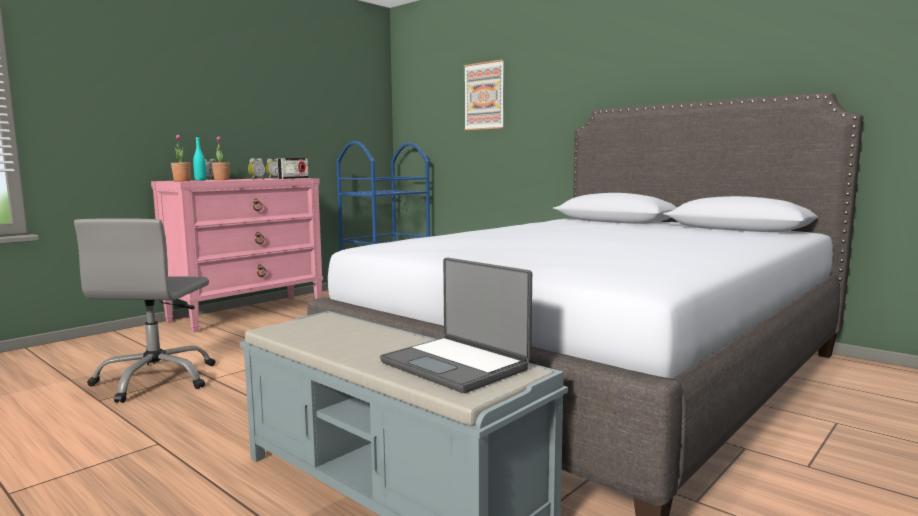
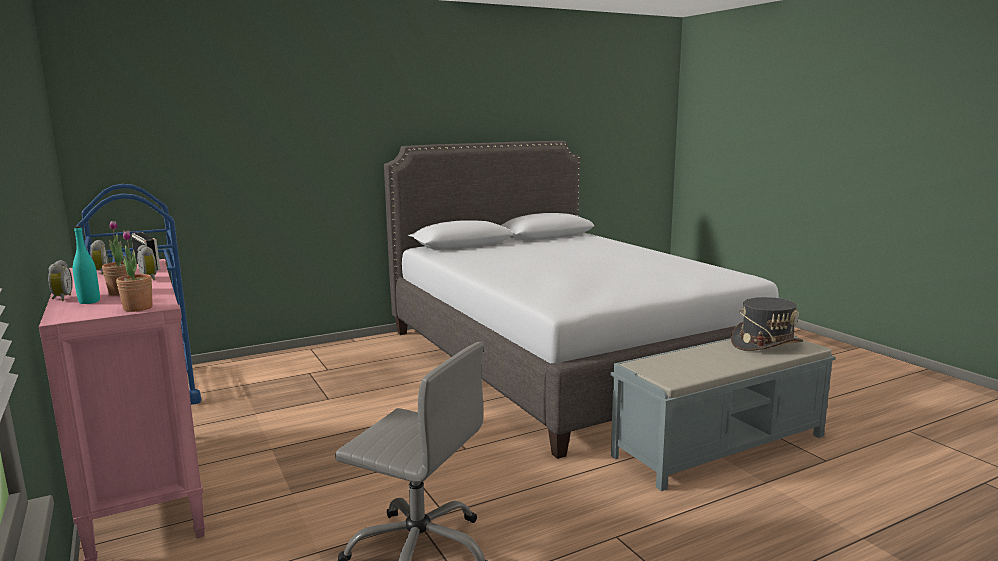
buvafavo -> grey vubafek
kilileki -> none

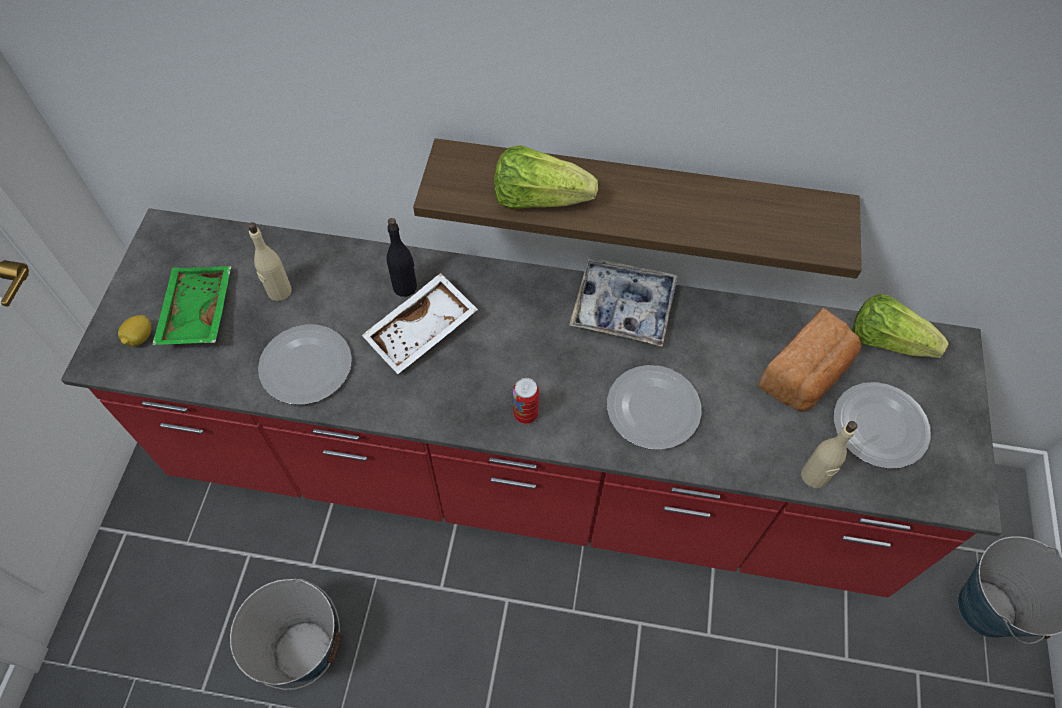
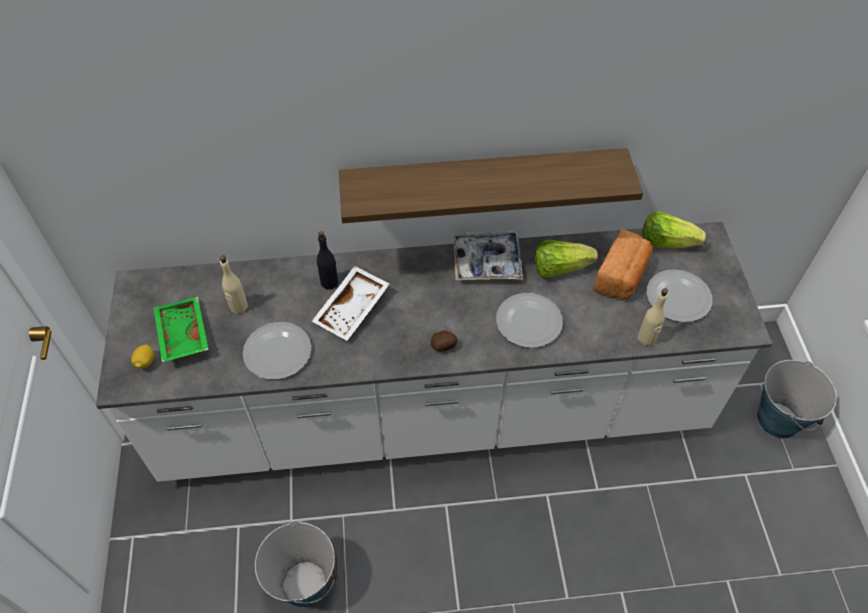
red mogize -> white mogize
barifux (no. 1 from left), shifted
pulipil -> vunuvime

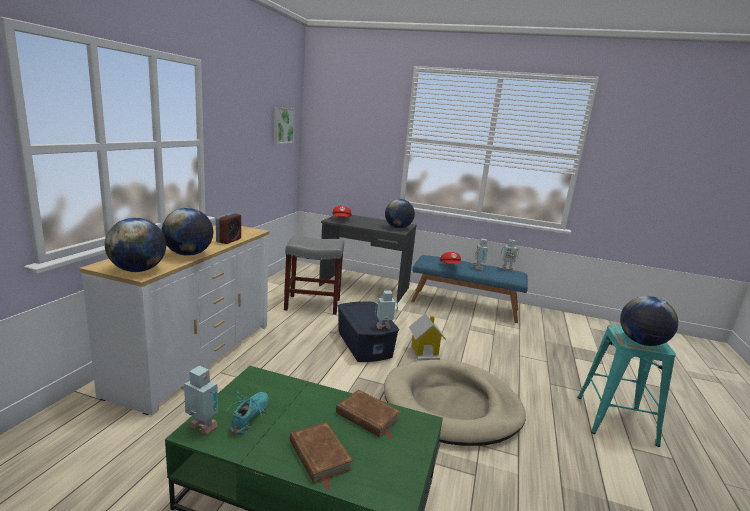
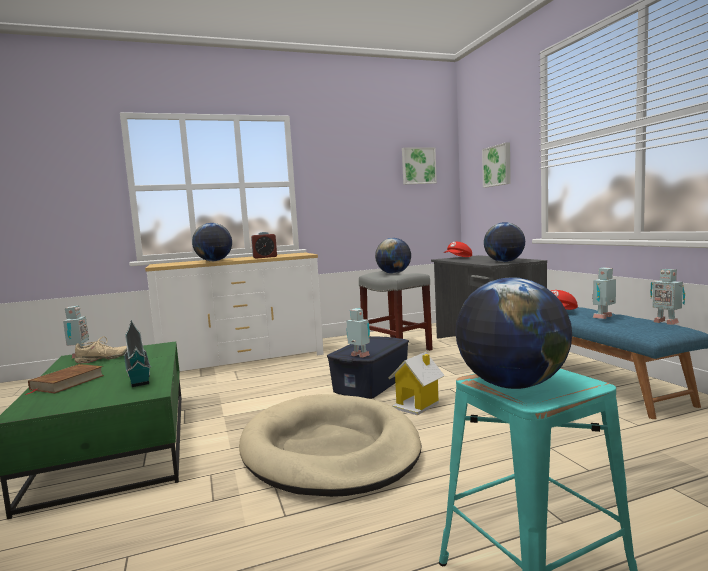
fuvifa (no. 1 from left in the first image) -> fuvifa (no. 2 from left), shifted
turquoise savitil -> beige savitil
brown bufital (no. 2 from left) -> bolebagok (no. 1 from left)
none -> kilileki (no. 2 from left)

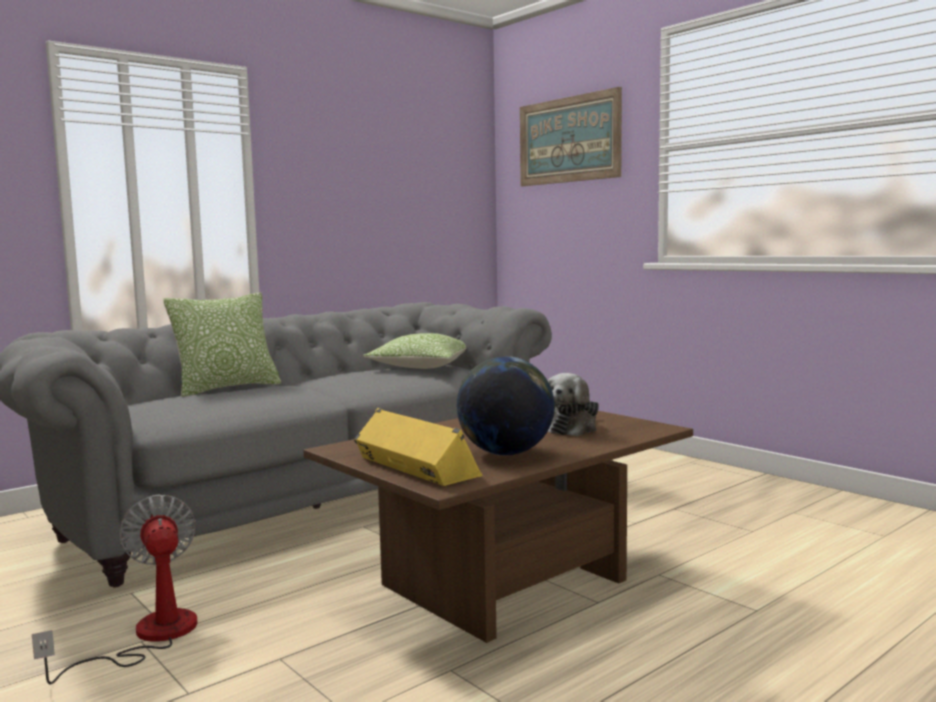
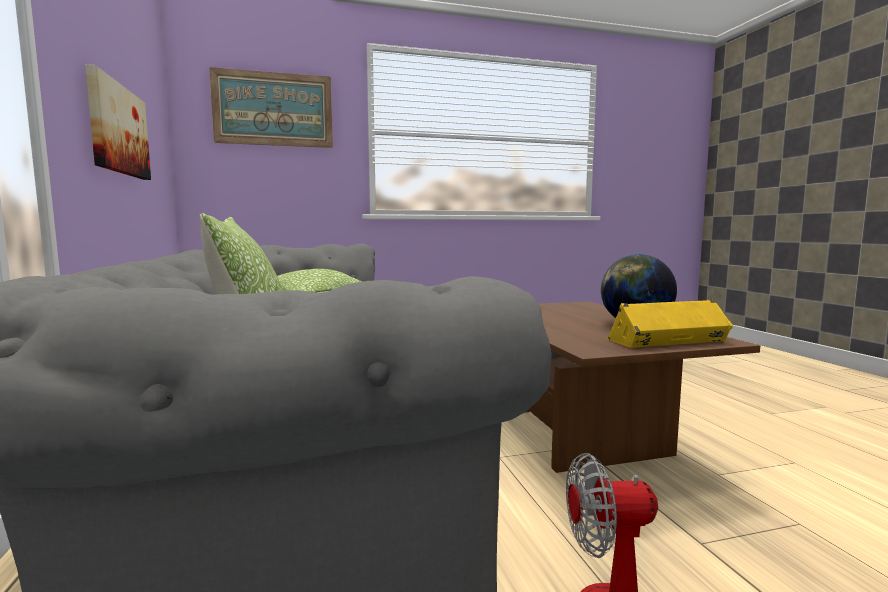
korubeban -> none
none -> kilileki (no. 1 from left)

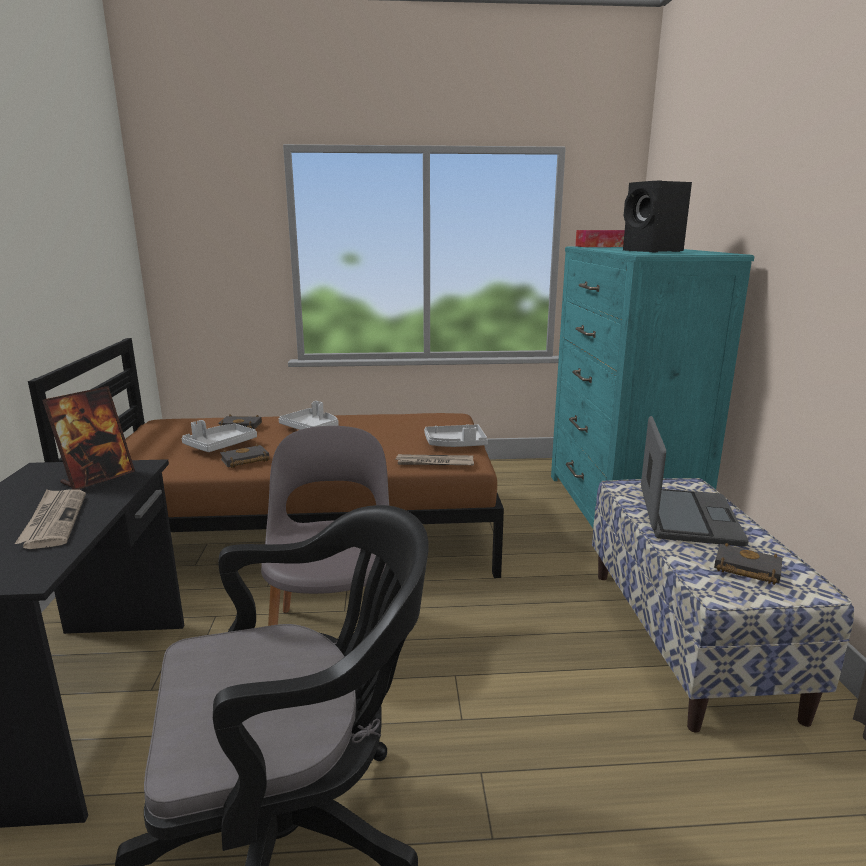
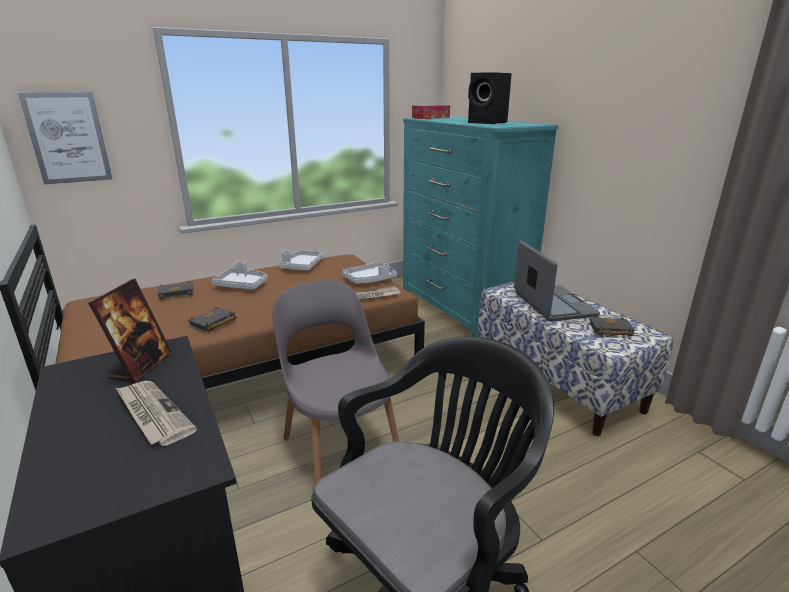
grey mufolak (no. 1 from left in the first image) -> grey mufolak (no. 2 from left), shifted
none -> kilileki

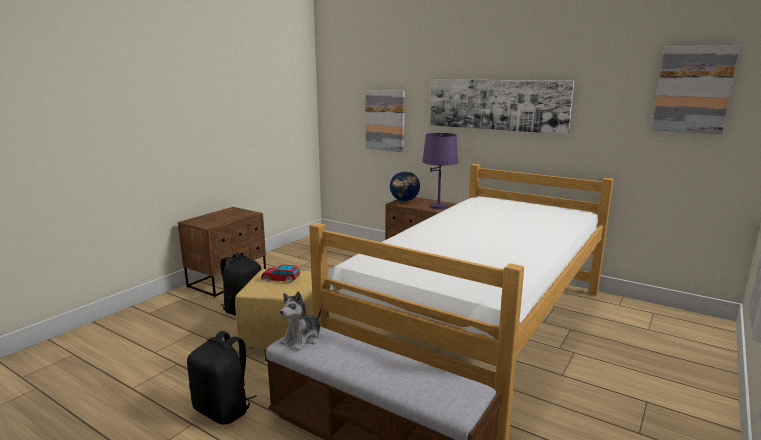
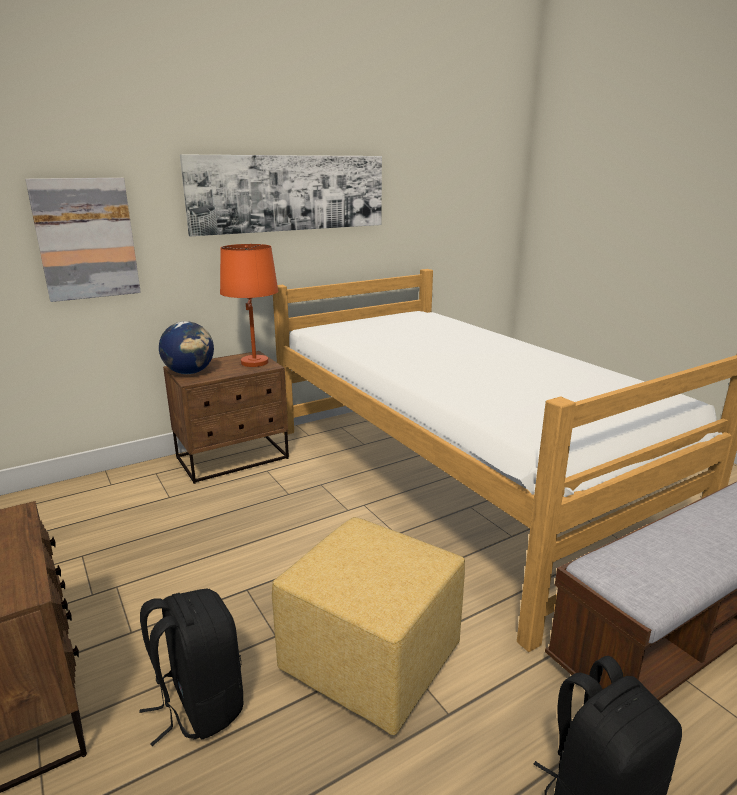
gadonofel -> none
korubeban -> none
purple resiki -> orange resiki
kilileki (no. 3 from left) -> none

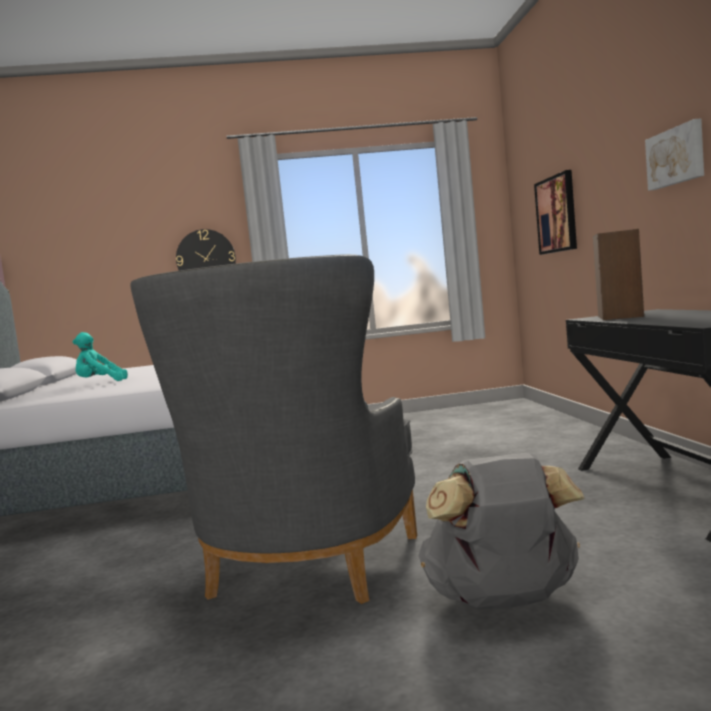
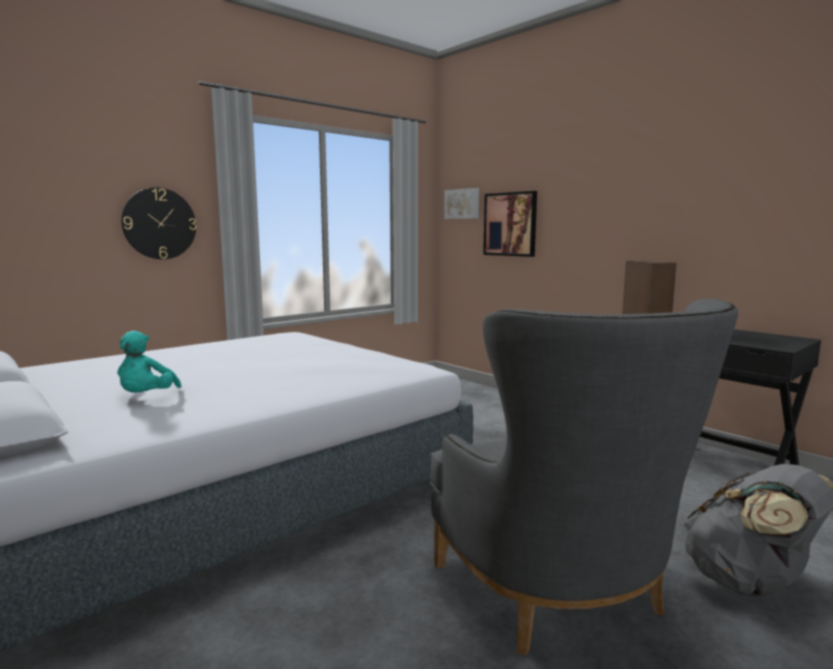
turquoise korubeban, 45 degrees counterclockwise
kilileki (no. 2 from left in the first image) -> kilileki (no. 1 from left), shifted

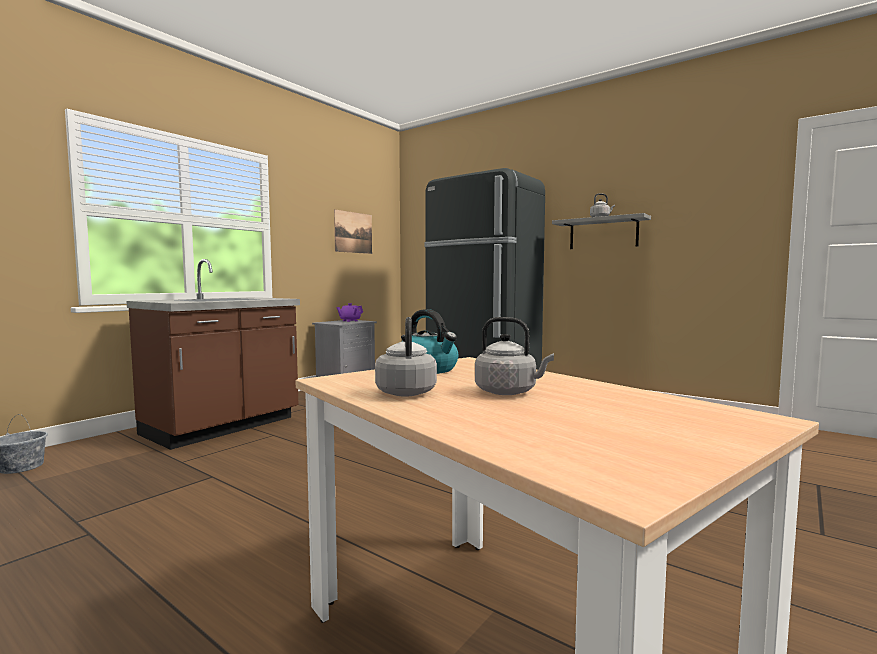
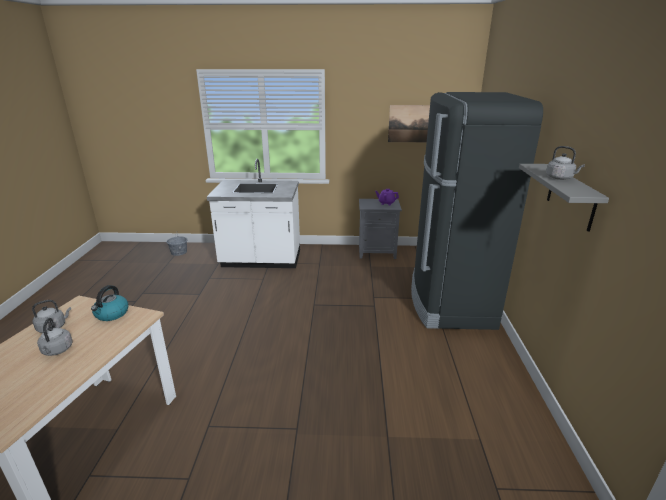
brown mogize -> white mogize

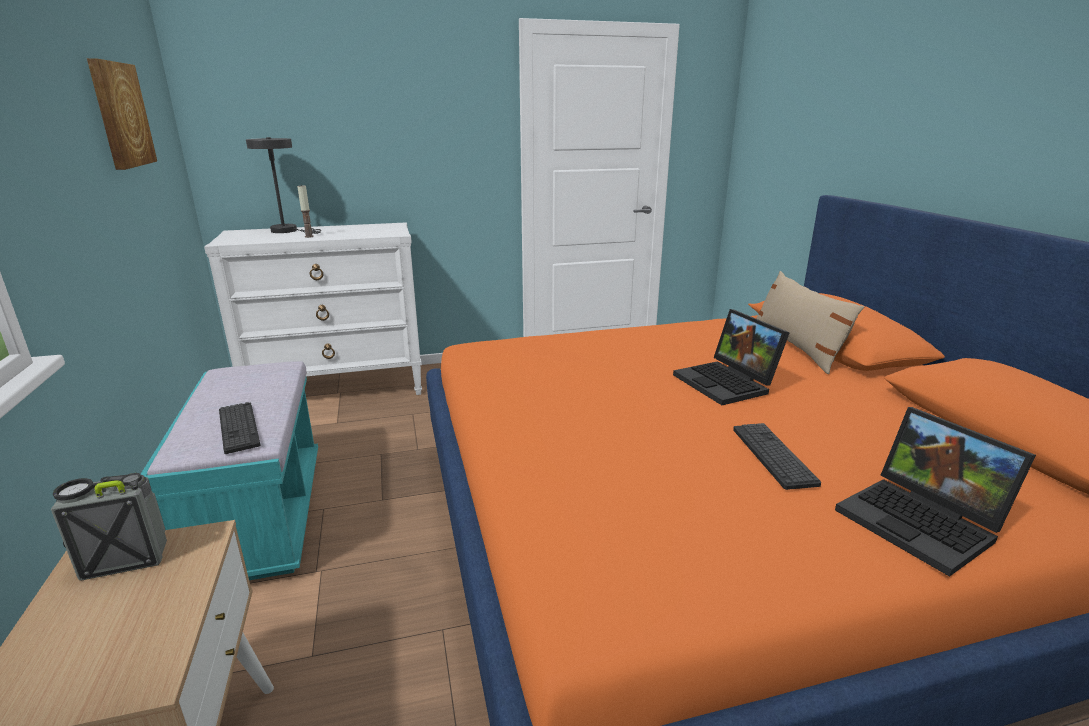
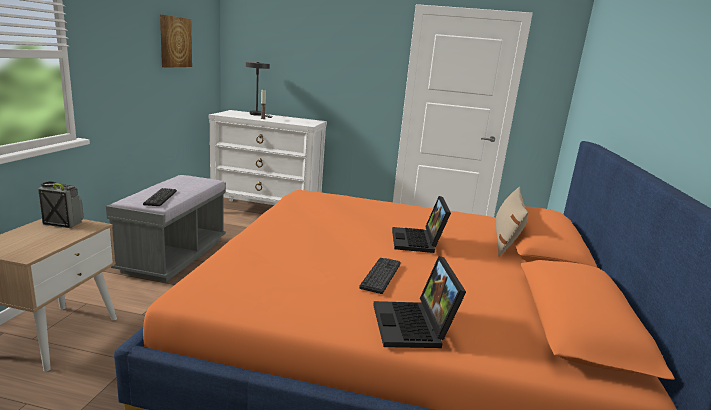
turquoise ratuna -> grey ratuna

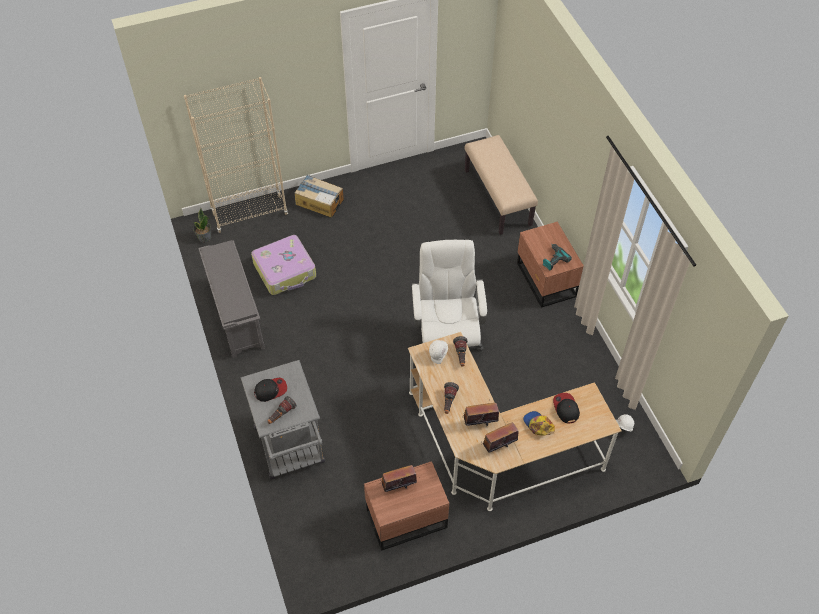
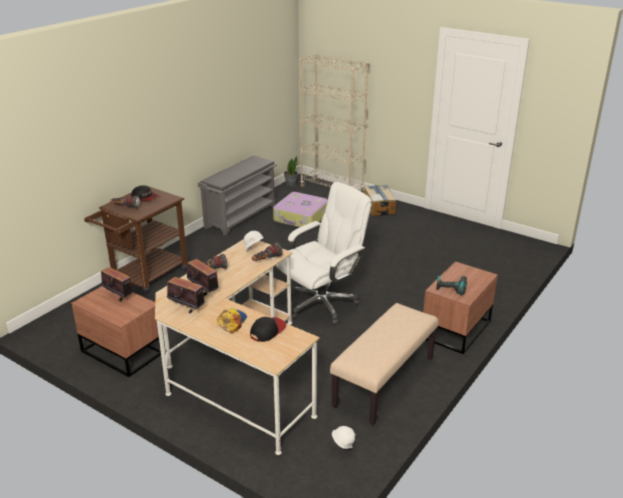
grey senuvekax -> brown senuvekax
beige ratuna, shifted

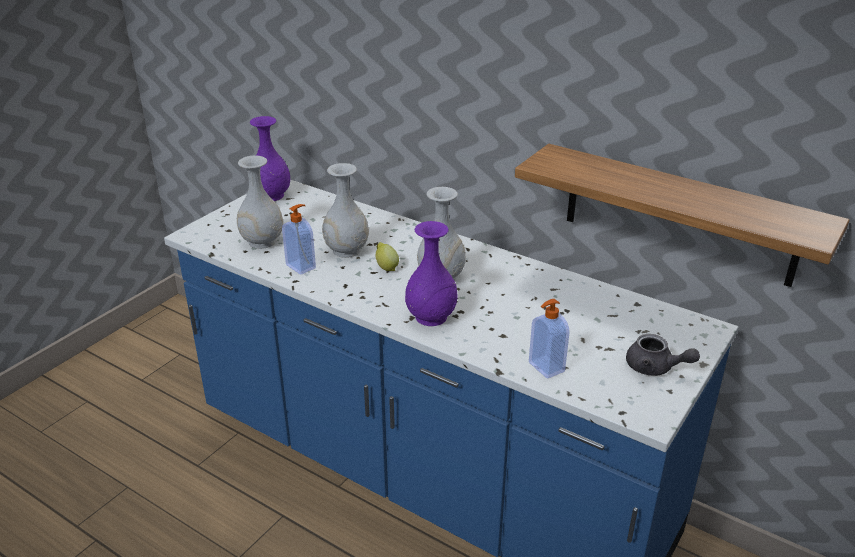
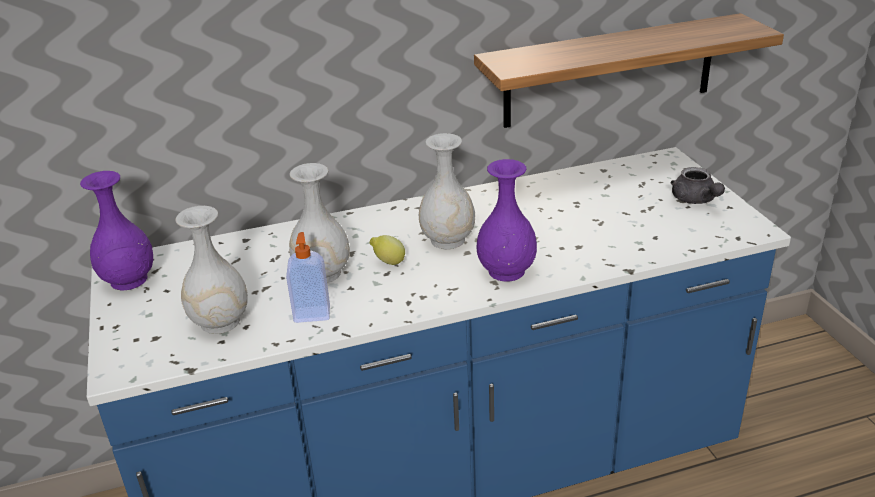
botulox (no. 2 from left) -> none
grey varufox, 90 degrees clockwise

